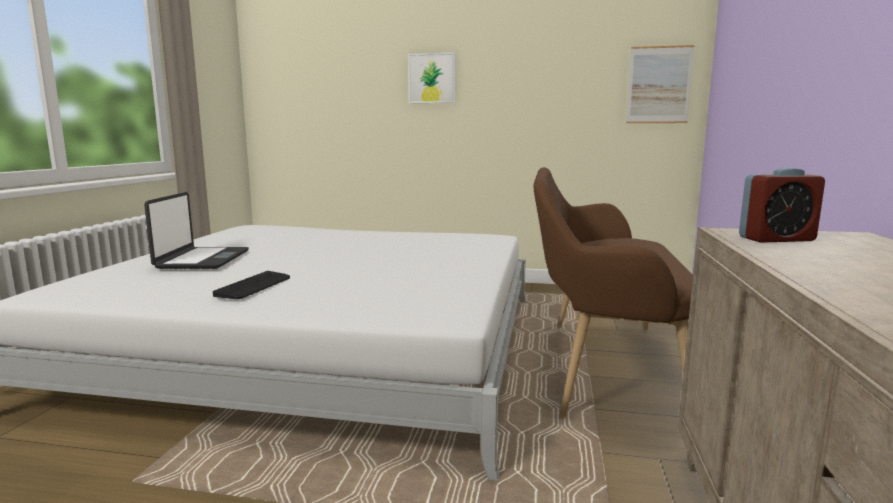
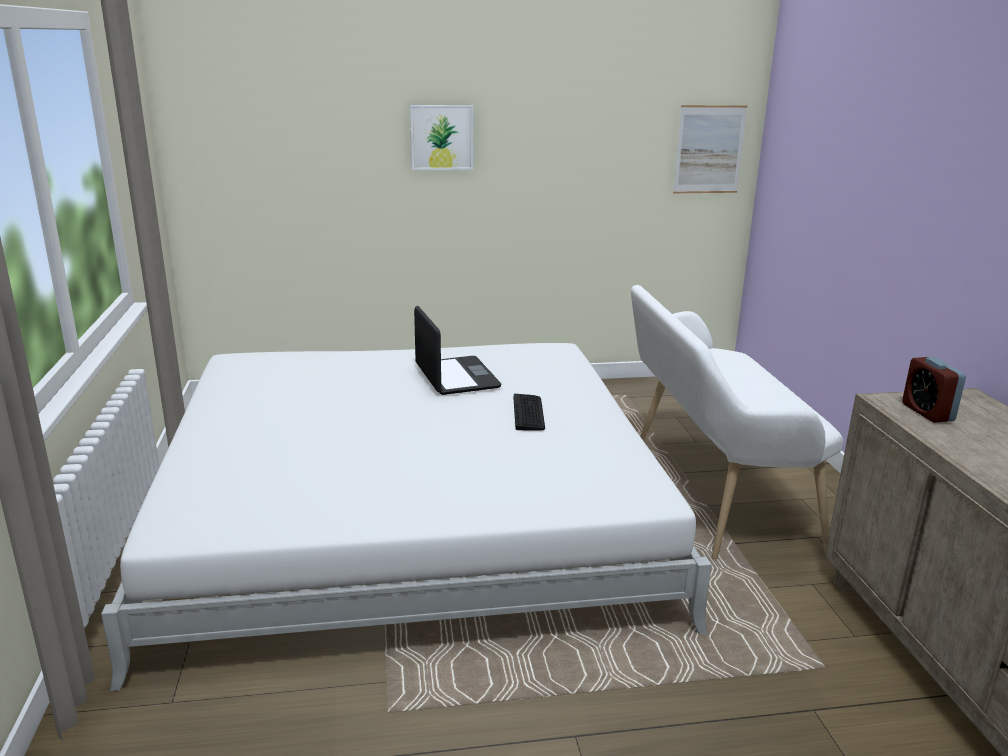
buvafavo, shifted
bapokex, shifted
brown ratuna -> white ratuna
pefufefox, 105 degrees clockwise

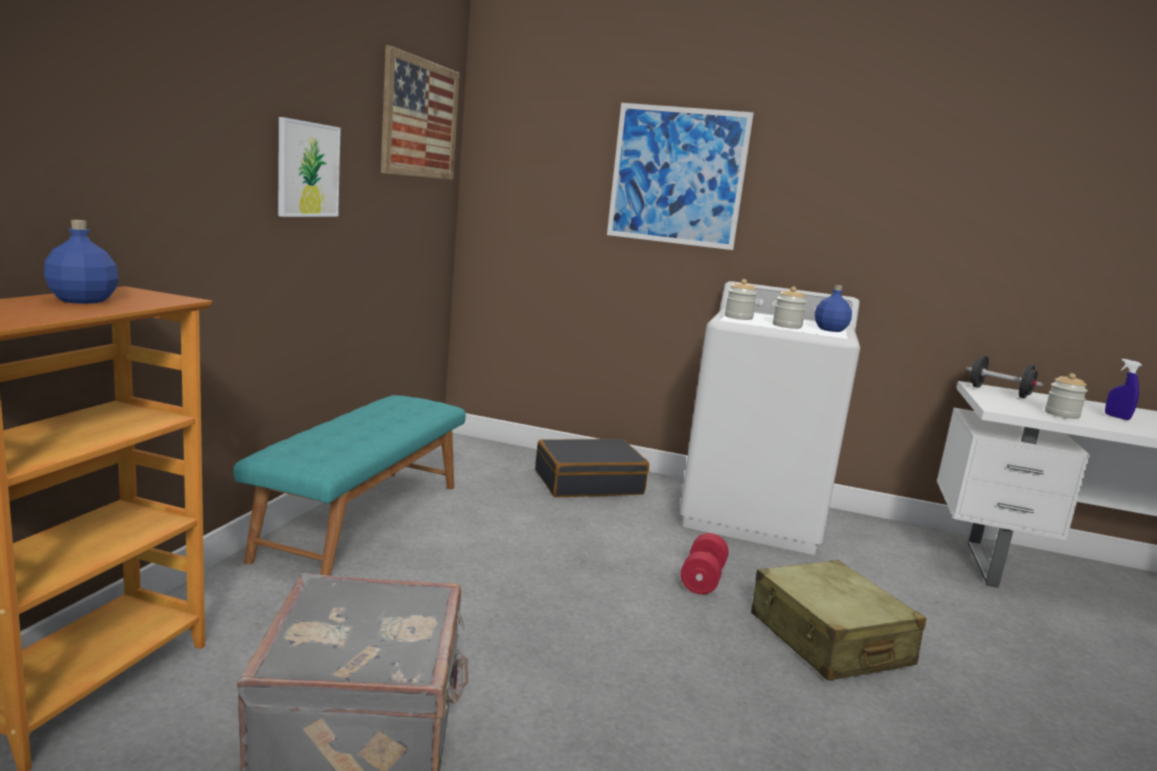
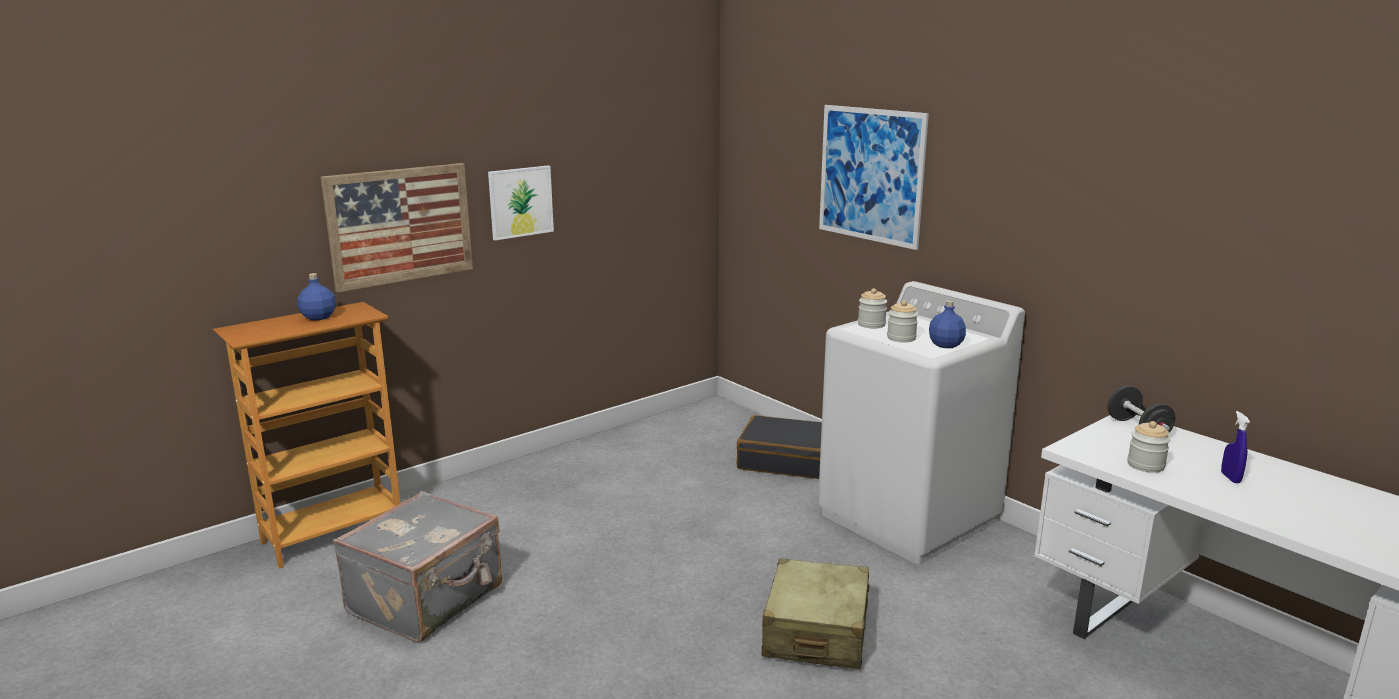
turquoise ratuna -> none
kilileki (no. 2 from left in the first image) -> kilileki (no. 1 from left), shifted
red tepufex -> none

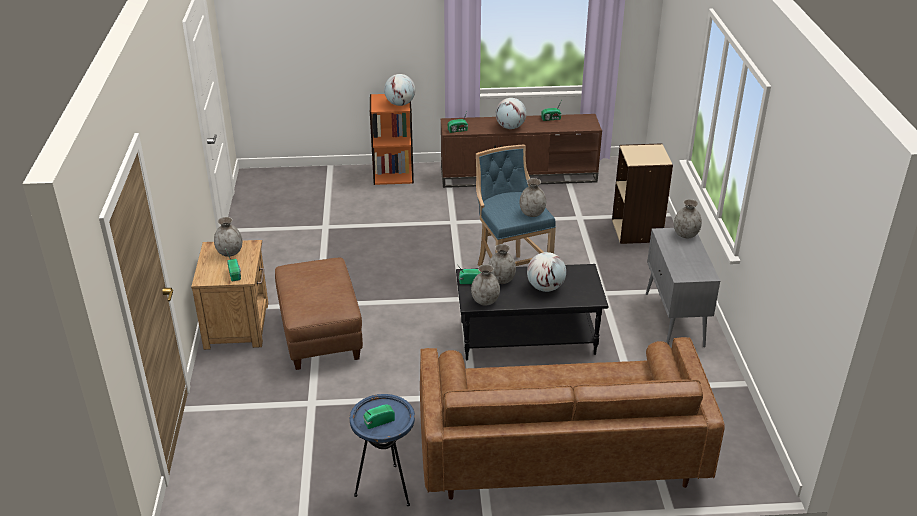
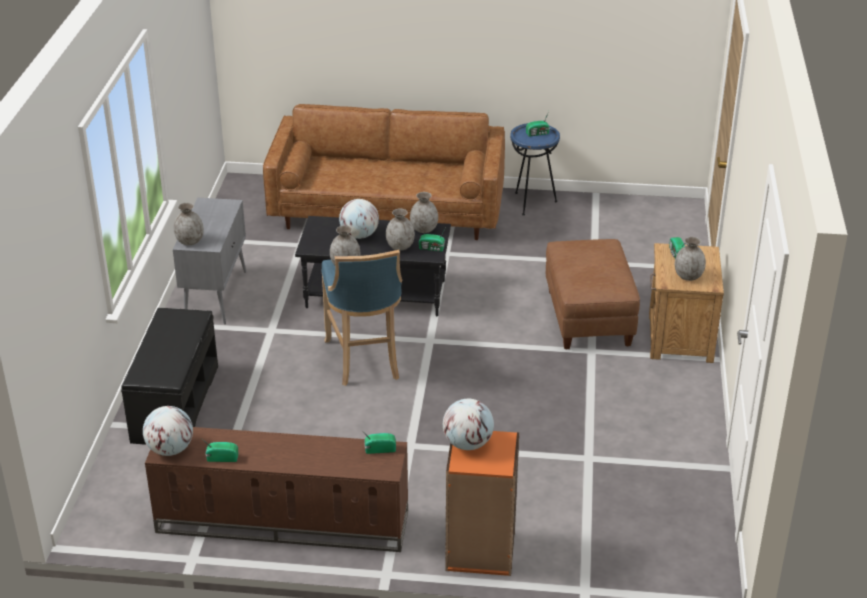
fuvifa (no. 2 from left in the first image) -> fuvifa (no. 1 from left), shifted
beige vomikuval -> black ratuna

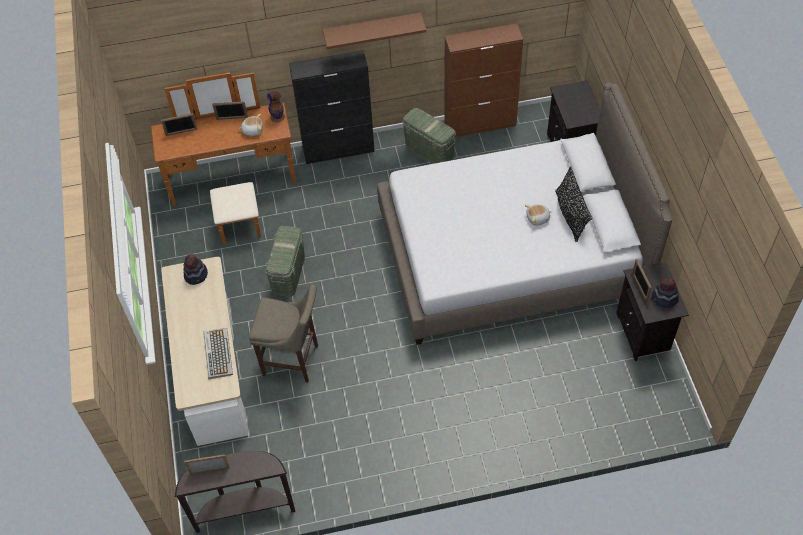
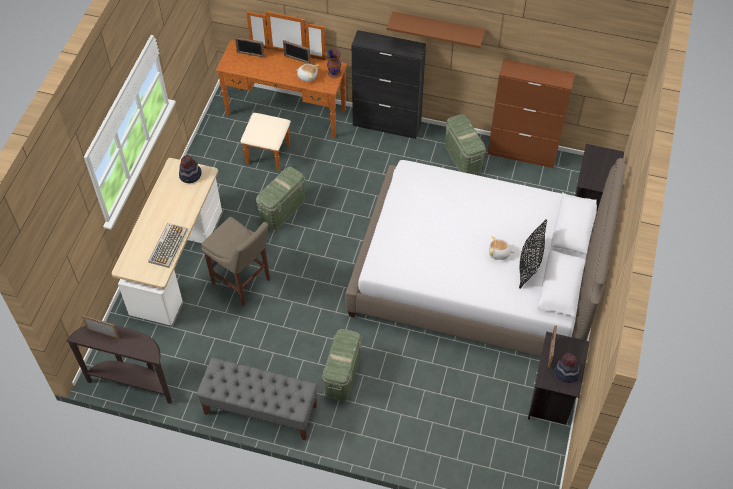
none -> grey ratuna
none -> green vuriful (no. 2 from left)

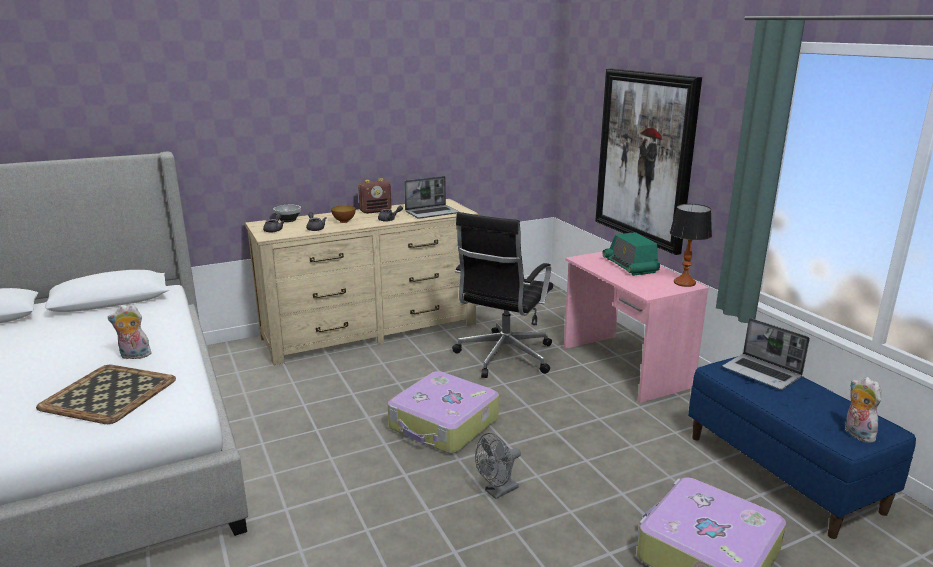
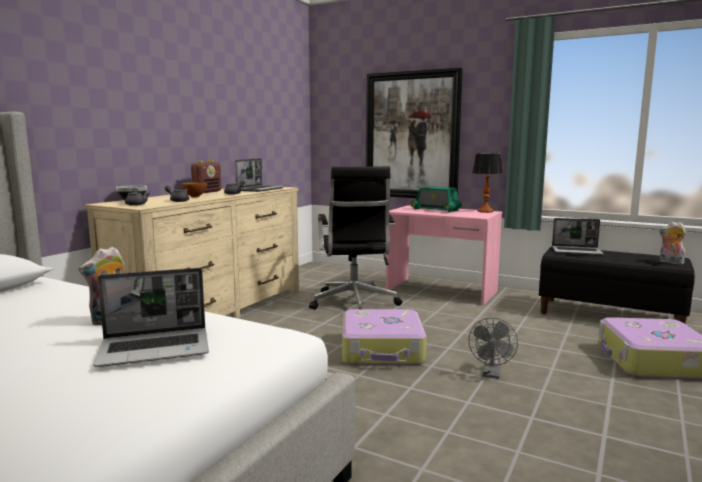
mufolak -> buvafavo (no. 1 from left)
blue ratuna -> black ratuna

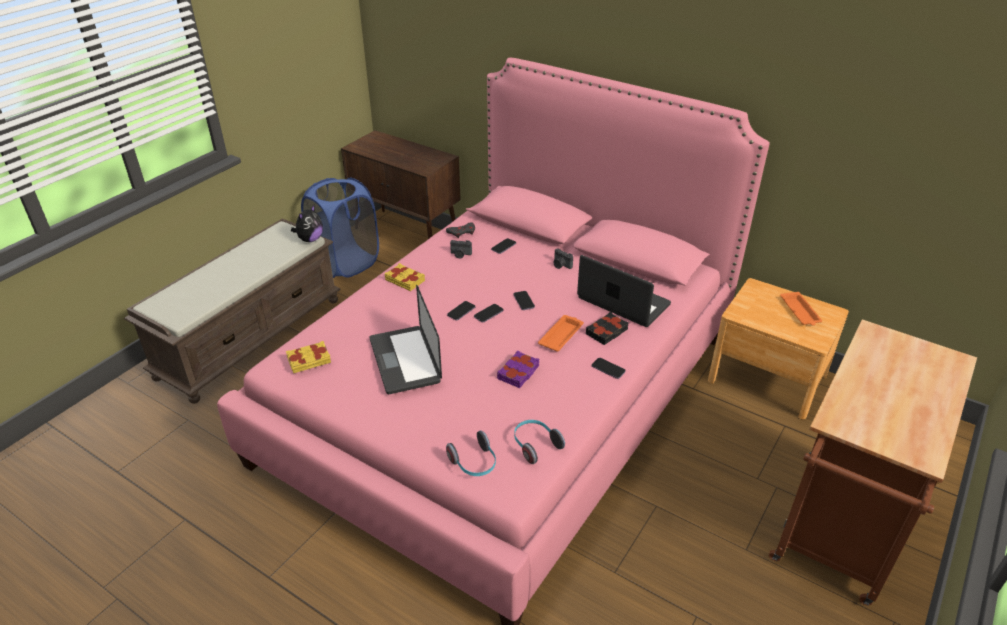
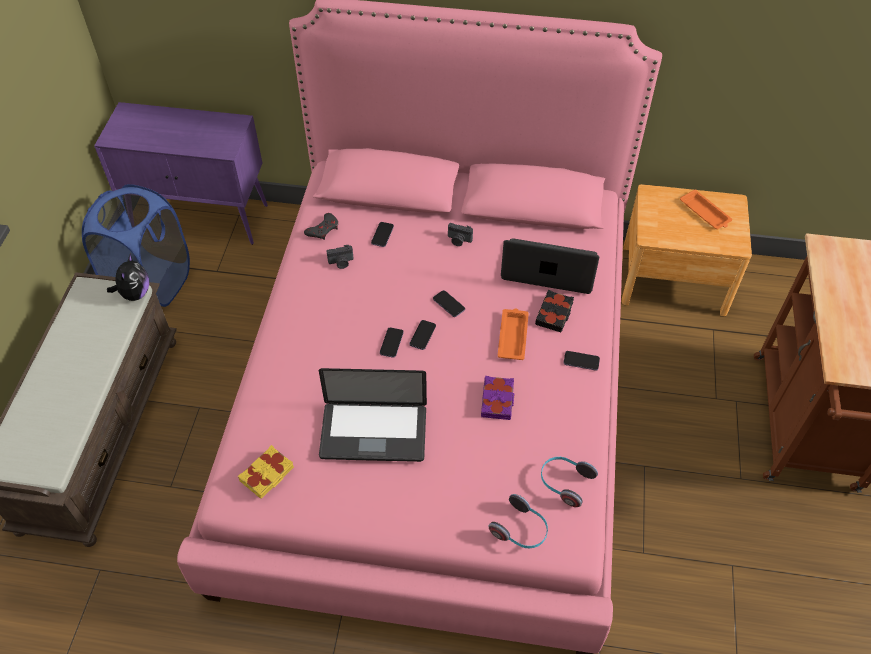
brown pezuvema -> purple pezuvema
buvafavo (no. 1 from left), 45 degrees counterclockwise
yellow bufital (no. 2 from left) -> none

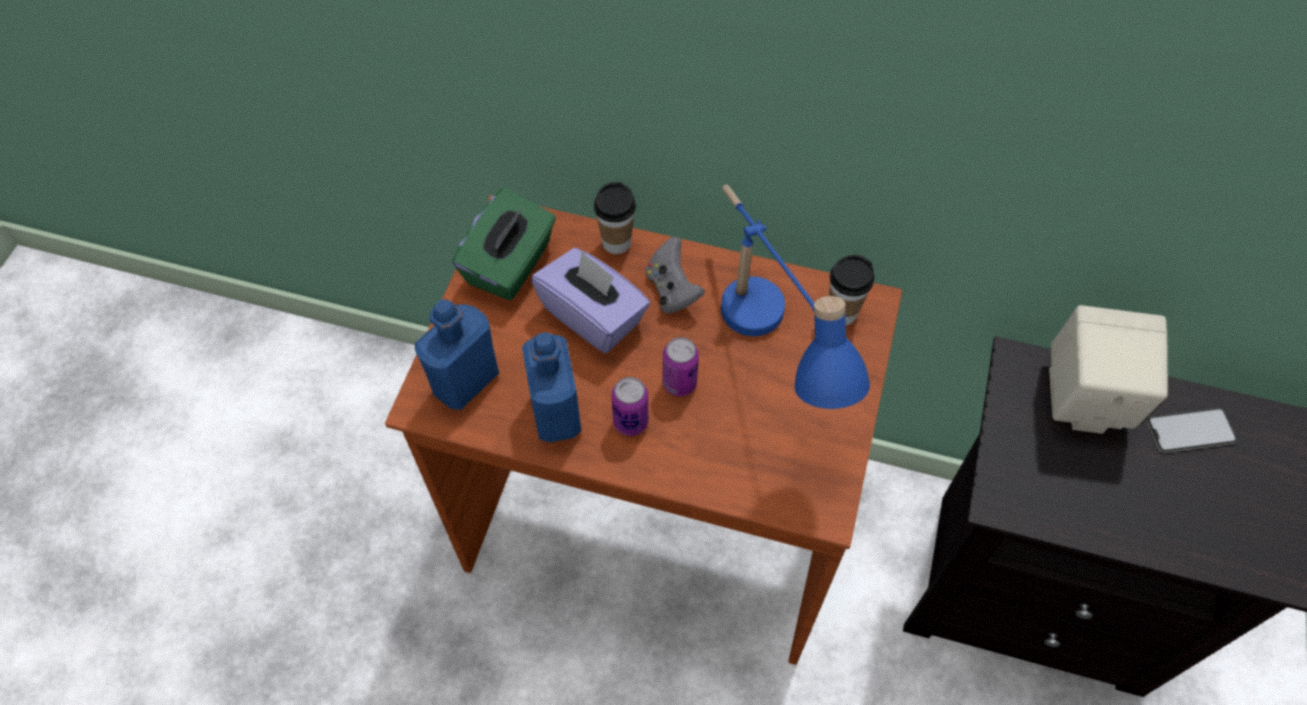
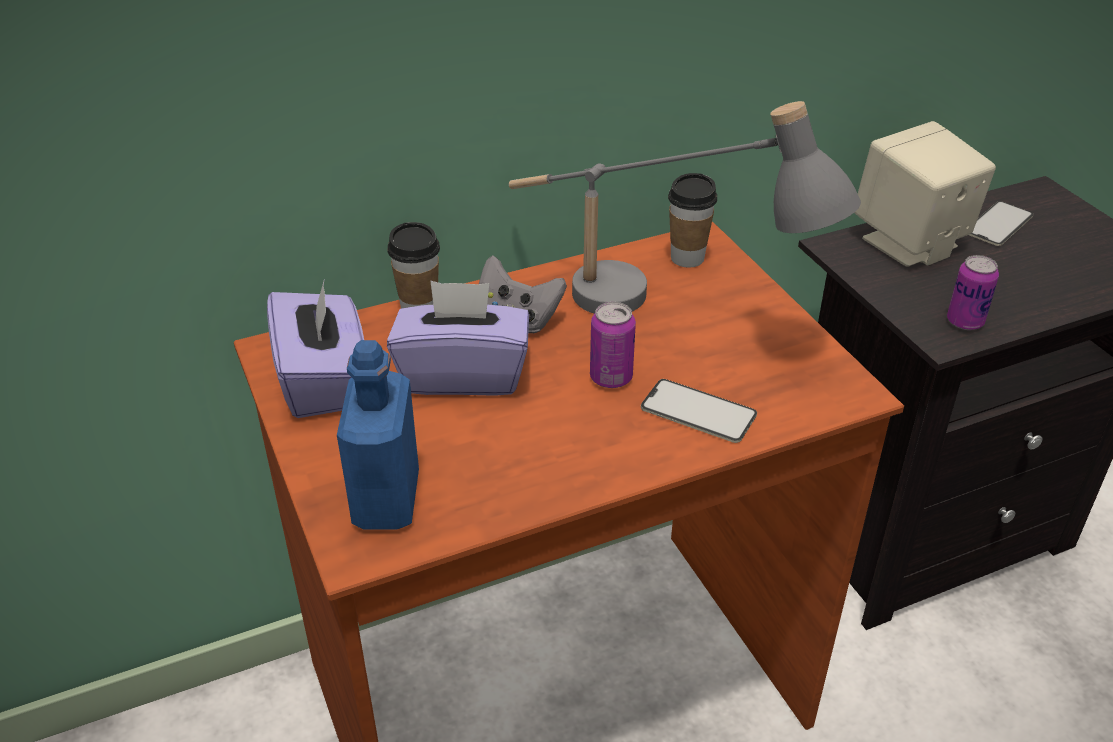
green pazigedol -> purple pazigedol (no. 1 from left)
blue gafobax (no. 2 from left) -> none
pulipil (no. 1 from left in the first image) -> pulipil (no. 2 from left), shifted
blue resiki -> grey resiki
none -> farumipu (no. 1 from left)

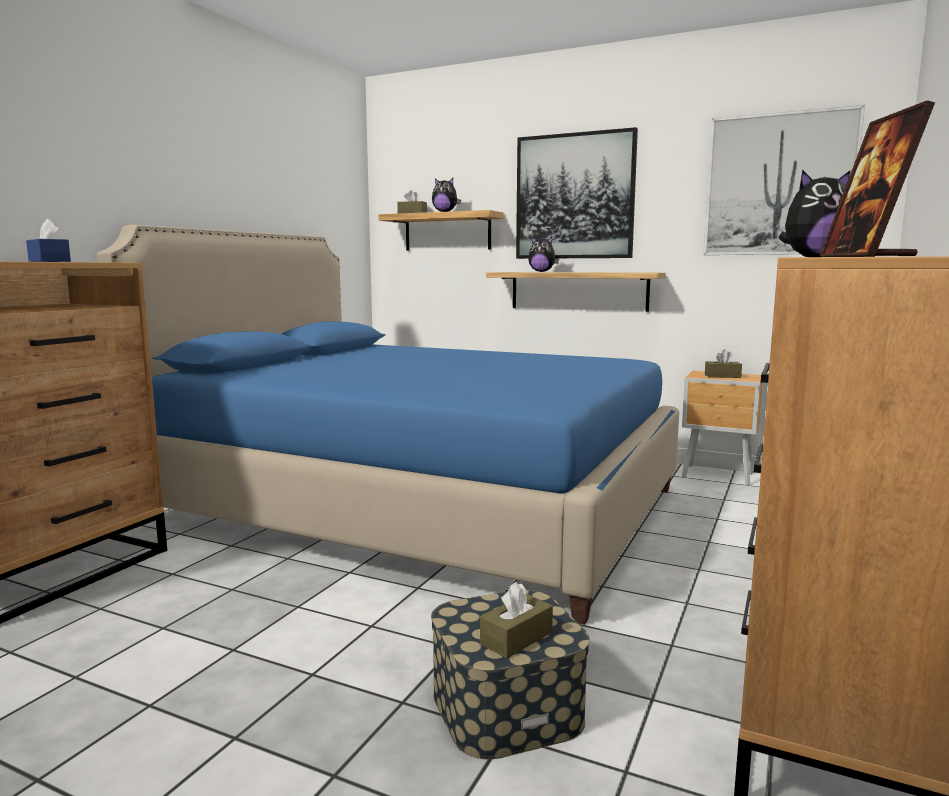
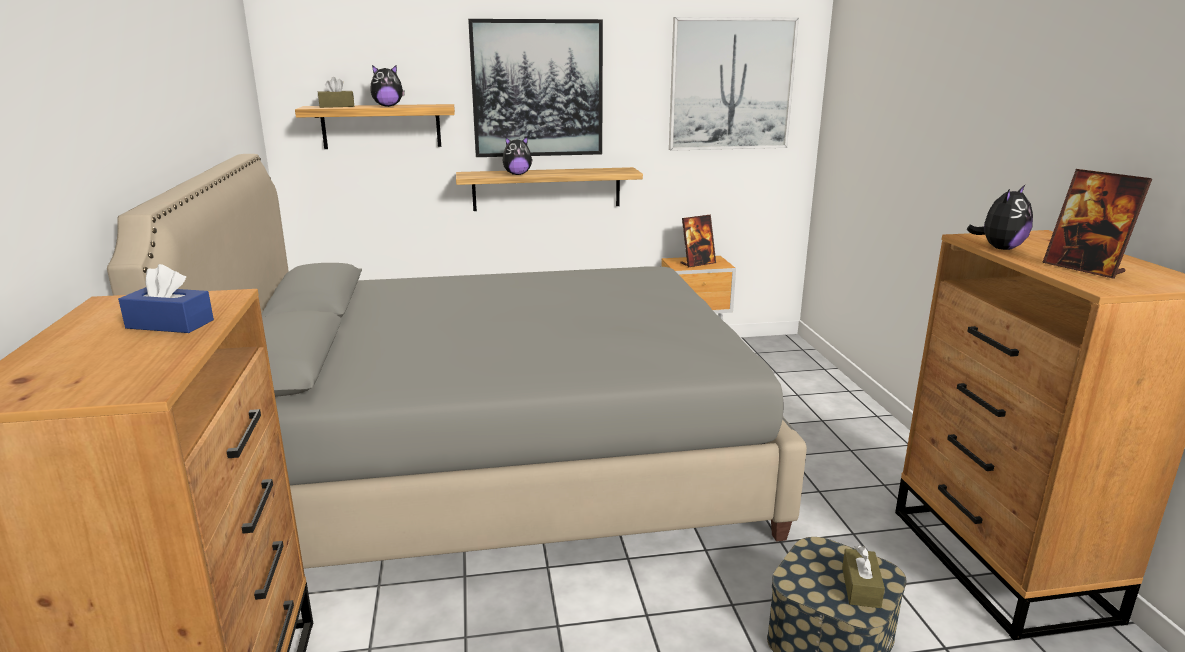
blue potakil -> grey potakil
brown pazigedol (no. 3 from left) -> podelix (no. 1 from left)

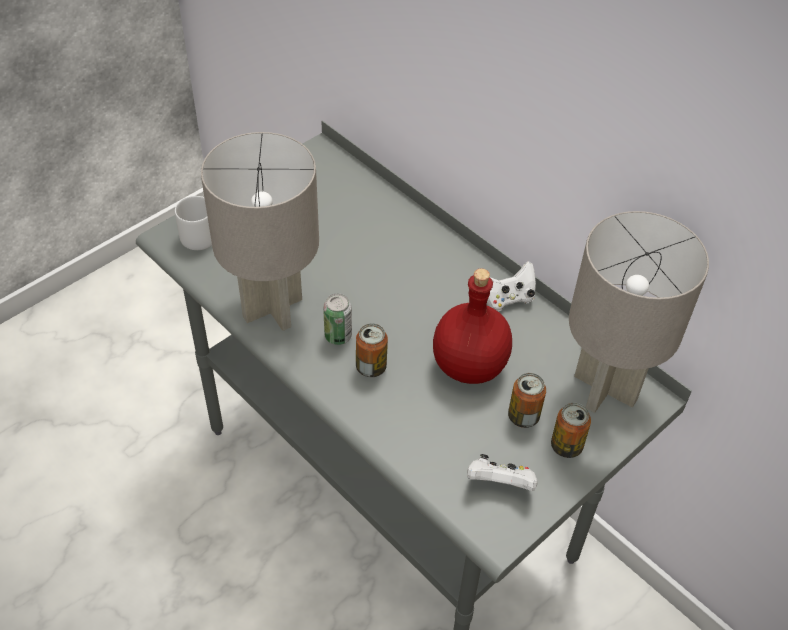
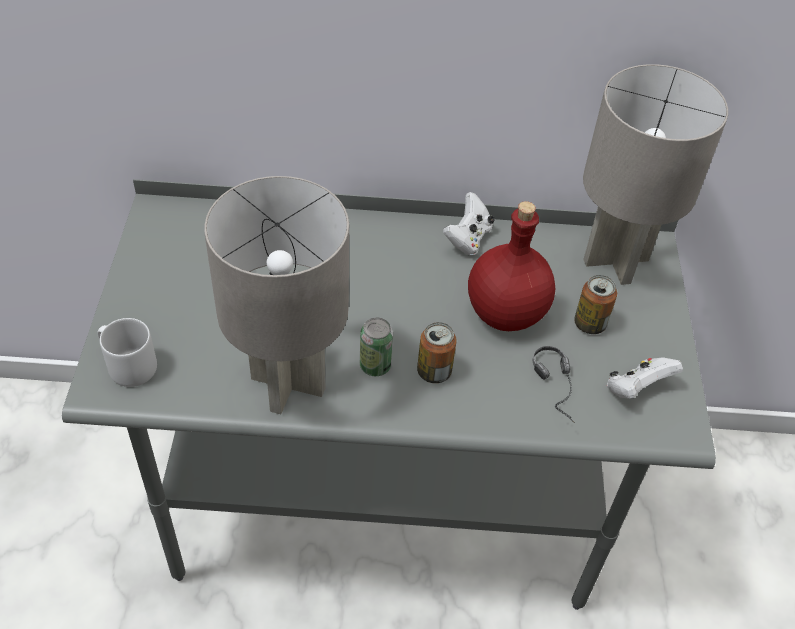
pulipil (no. 4 from left) -> none
none -> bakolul

